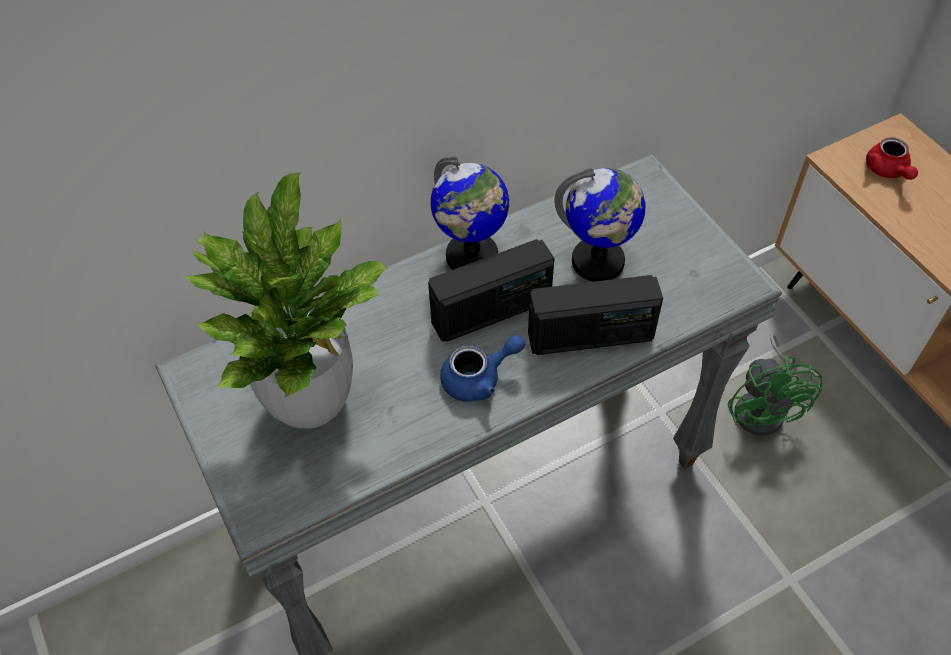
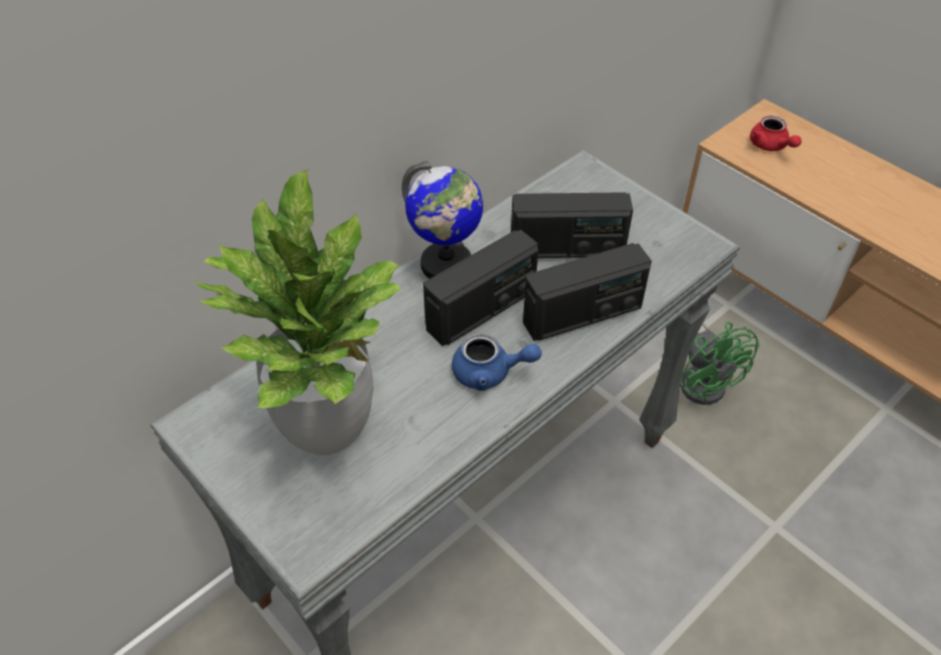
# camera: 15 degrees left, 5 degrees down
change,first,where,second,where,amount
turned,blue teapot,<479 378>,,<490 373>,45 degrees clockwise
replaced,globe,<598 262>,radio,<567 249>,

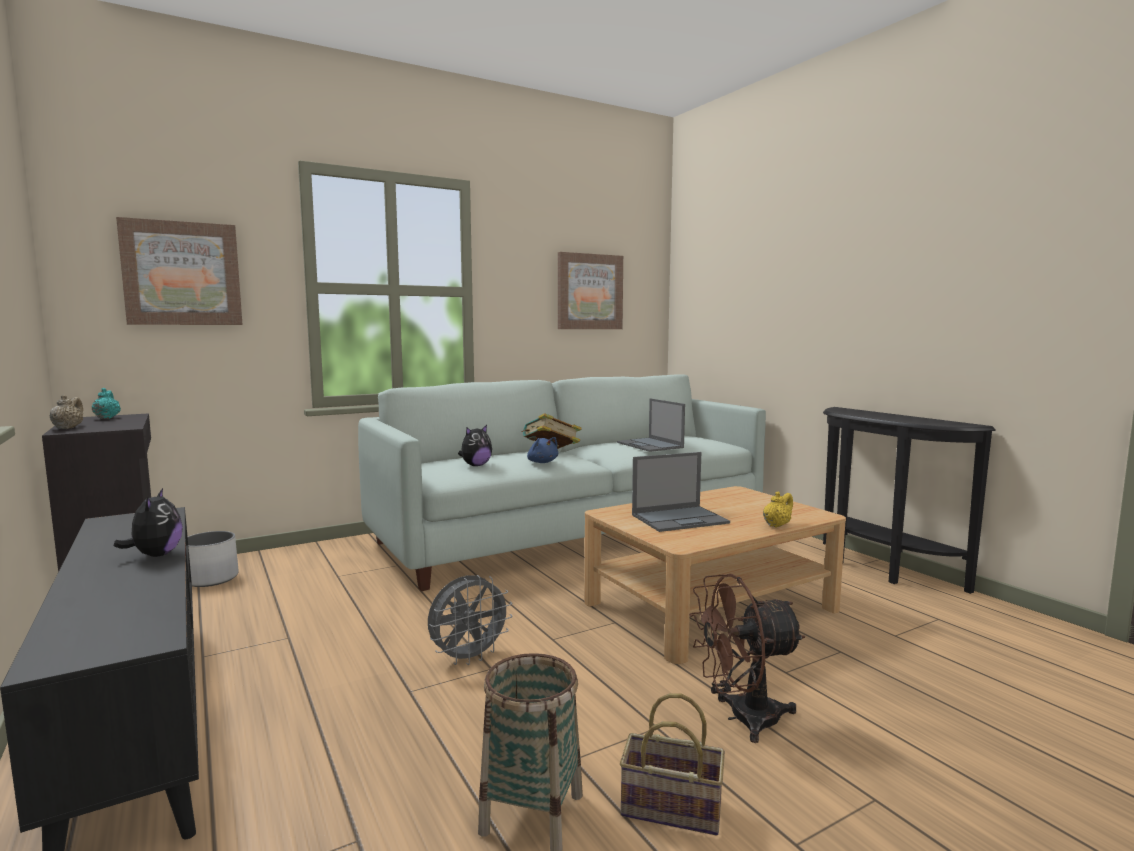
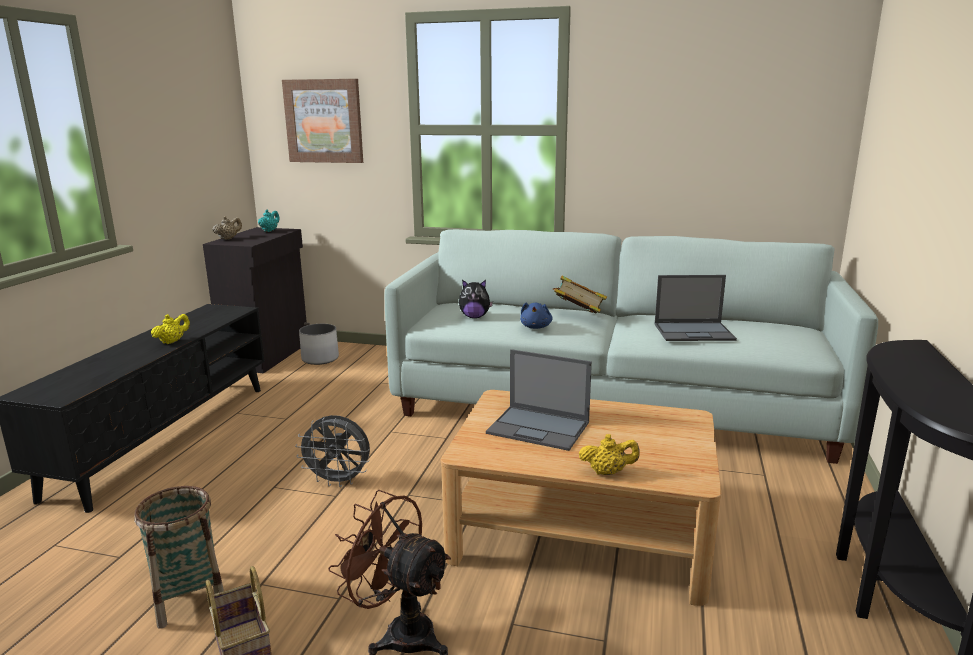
# camera: 45 degrees right, 10 degrees up
change,first,where,second,where,amount
replaced,plush toy,<156 555>,yellow teapot,<172 341>,
removed,picture,<589 292>,,,
turned,laptop,<650 445>,,<694 332>,105 degrees counterclockwise

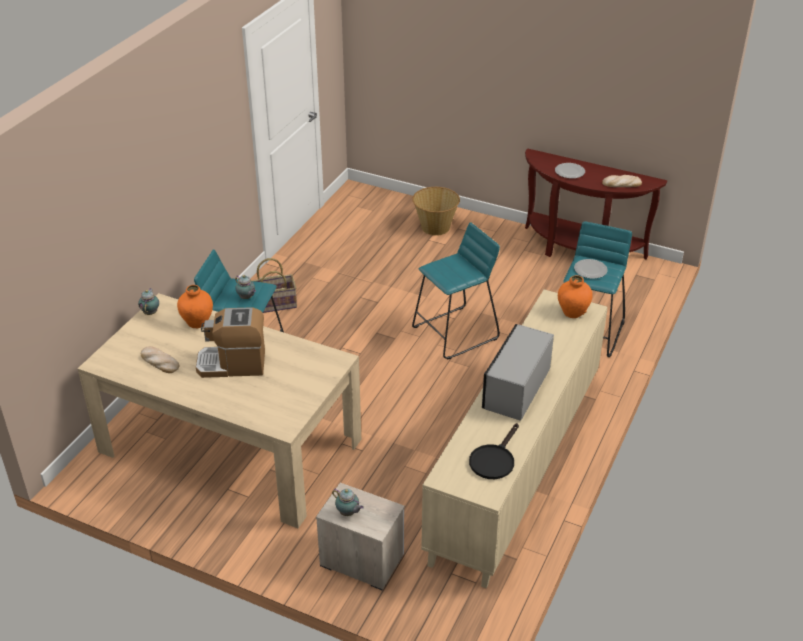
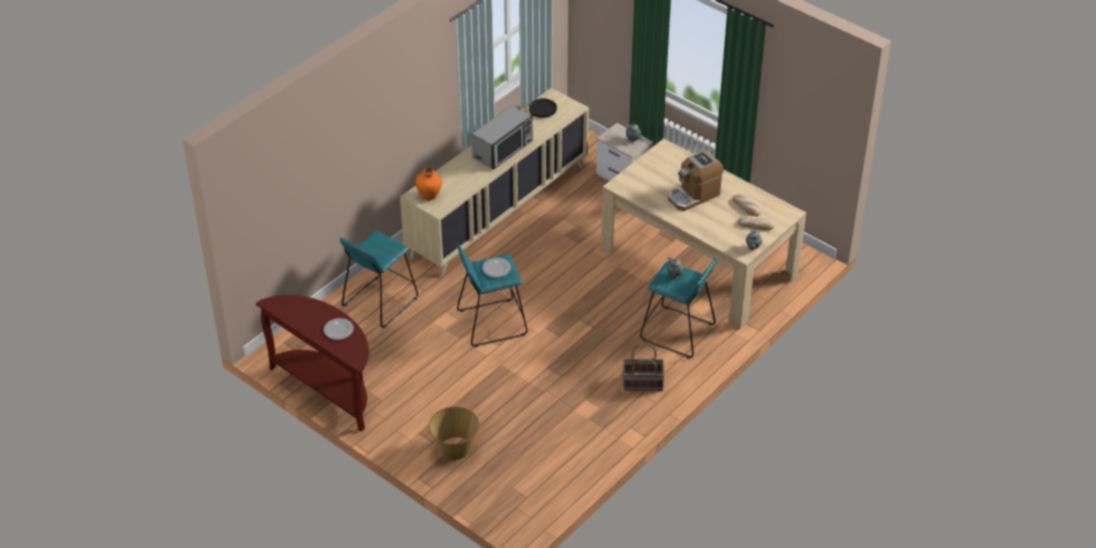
# camera: 165 degrees left, 5 degrees up
change,first,where,second,where,amount
removed,orange vase,<197 323>,,,
turned,coffee machine,<233 364>,,<693 195>,135 degrees clockwise
moved,plate,<590 270>,,<497 268>,
moved,bread,<621 184>,,<755 224>,

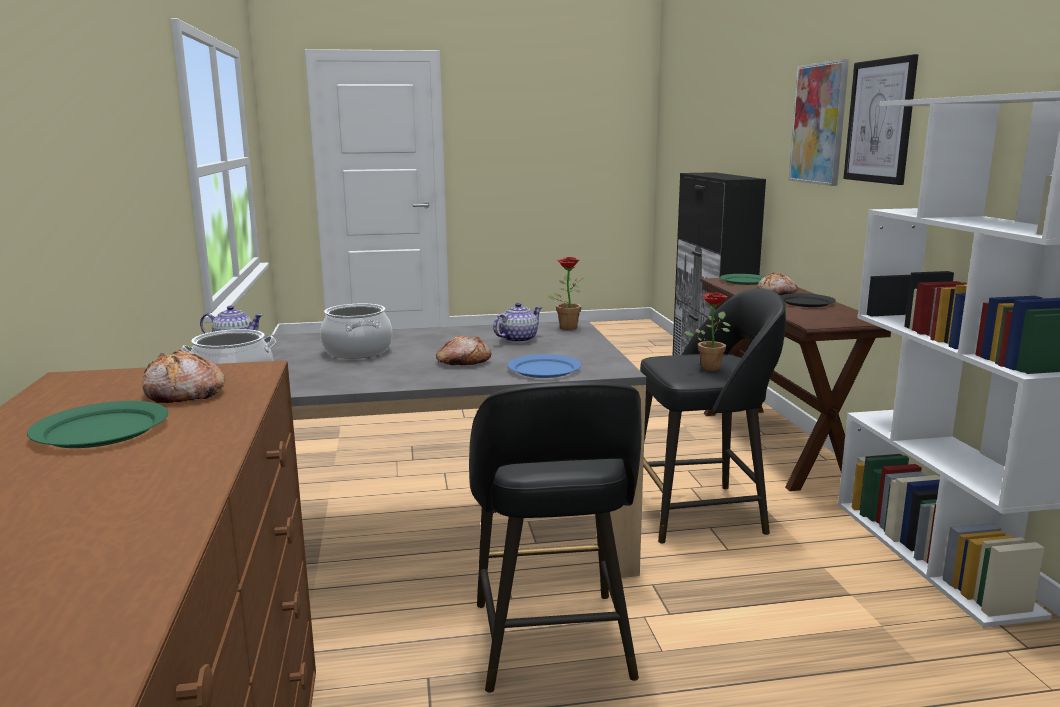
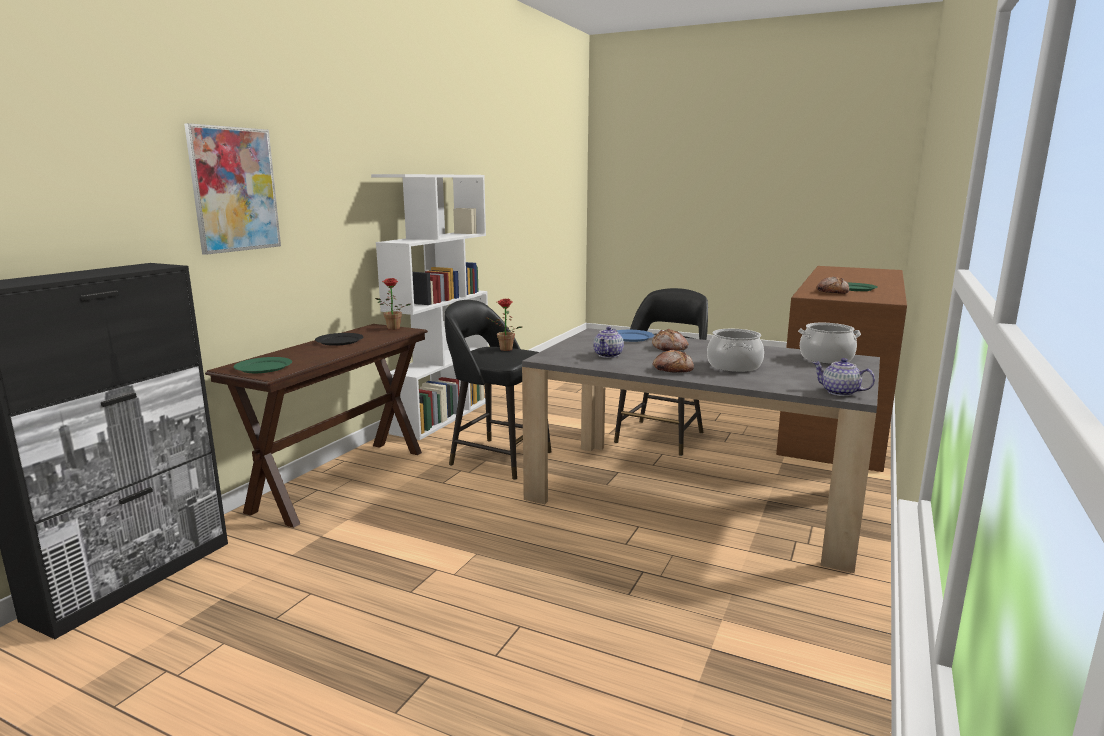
# camera: 145 degrees left, 0 degrees up
change,first,where,second,where,amount
turned,teapot,<517 339>,,<608 355>,60 degrees counterclockwise
moved,potted plant,<566 327>,,<392 329>,
moved,bread,<777 292>,,<672 370>,
removed,picture,<880 121>,,,

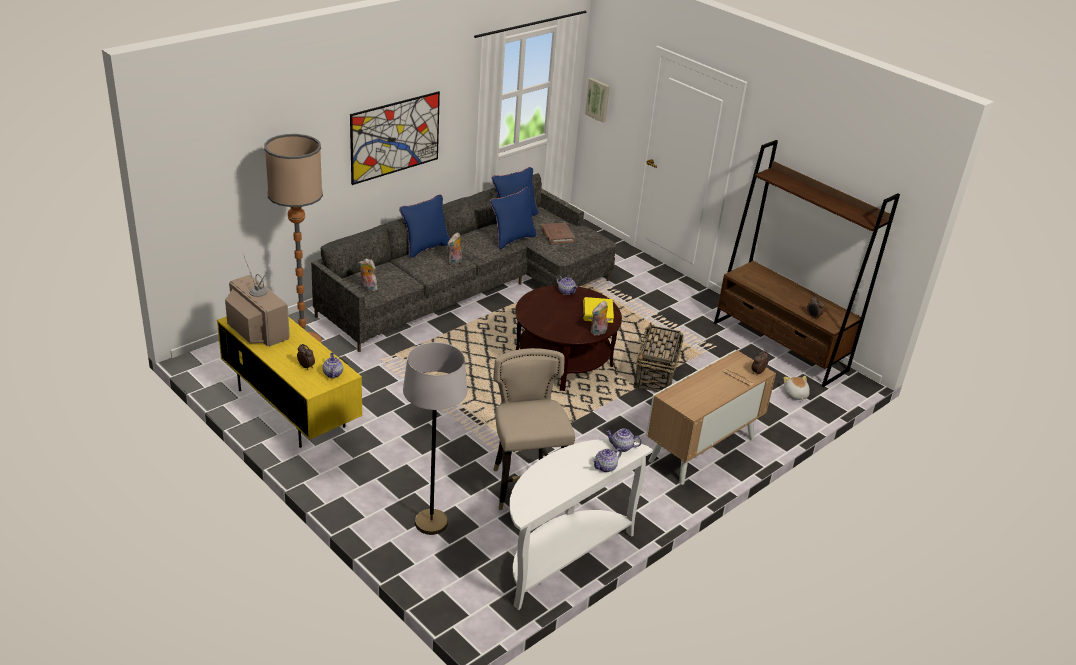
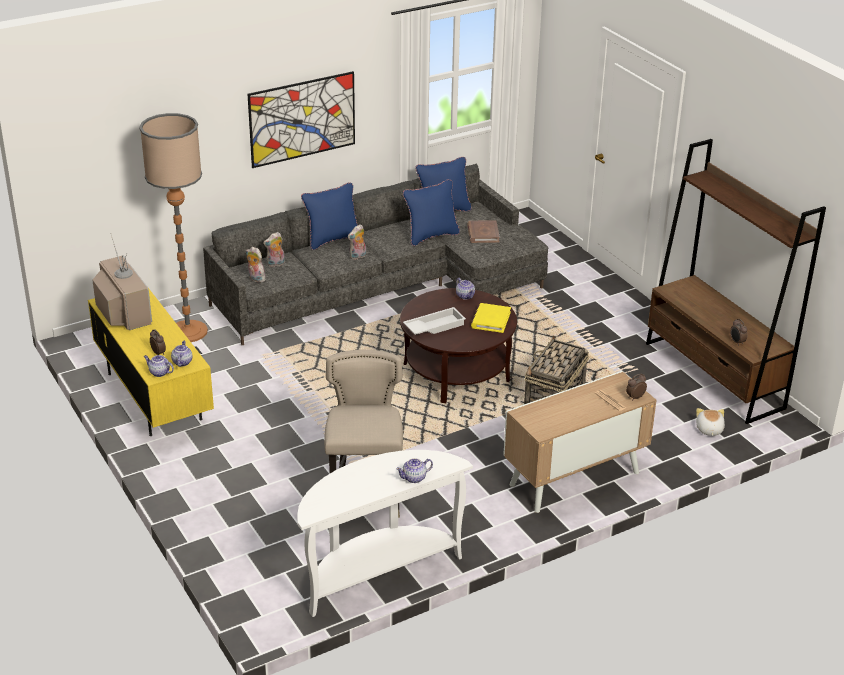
# camera: 15 degrees right, 0 degrees up
change,first,where,second,where,amount
removed,grey floor lamp,<431 523>,,,
removed,picture,<598 99>,,,
moved,plush toy,<598 332>,,<276 264>,
moved,teapot,<621 447>,,<159 373>,
added,,,white tray,<434 326>,

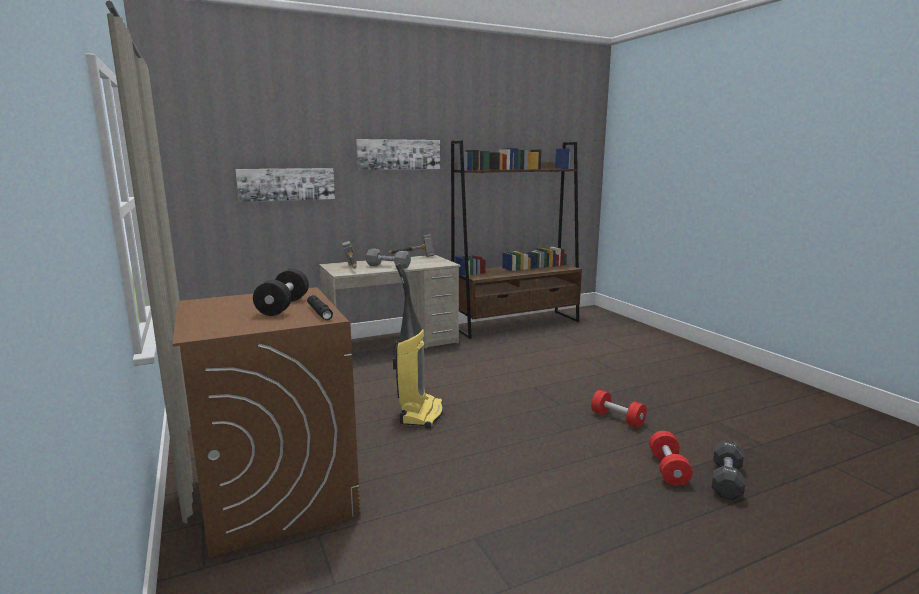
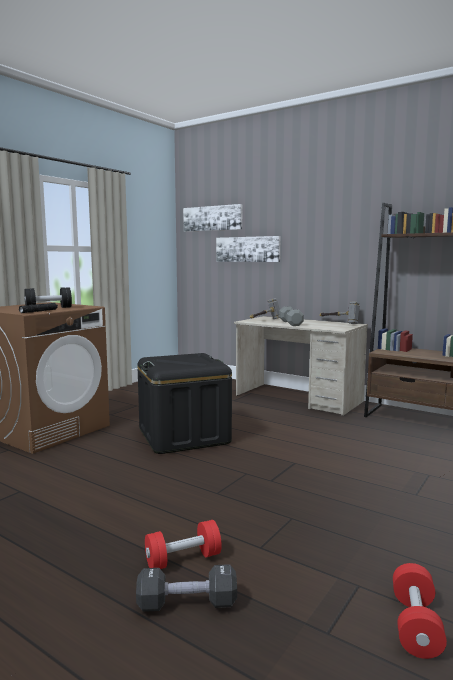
# camera: 60 degrees right, 5 degrees down
change,first,where,second,where,amount
moved,picture,<398 154>,,<212 218>,
replaced,vacuum cleaner,<420 414>,black storage box,<184 436>,
moved,red dumbbell,<617 418>,,<415 625>,

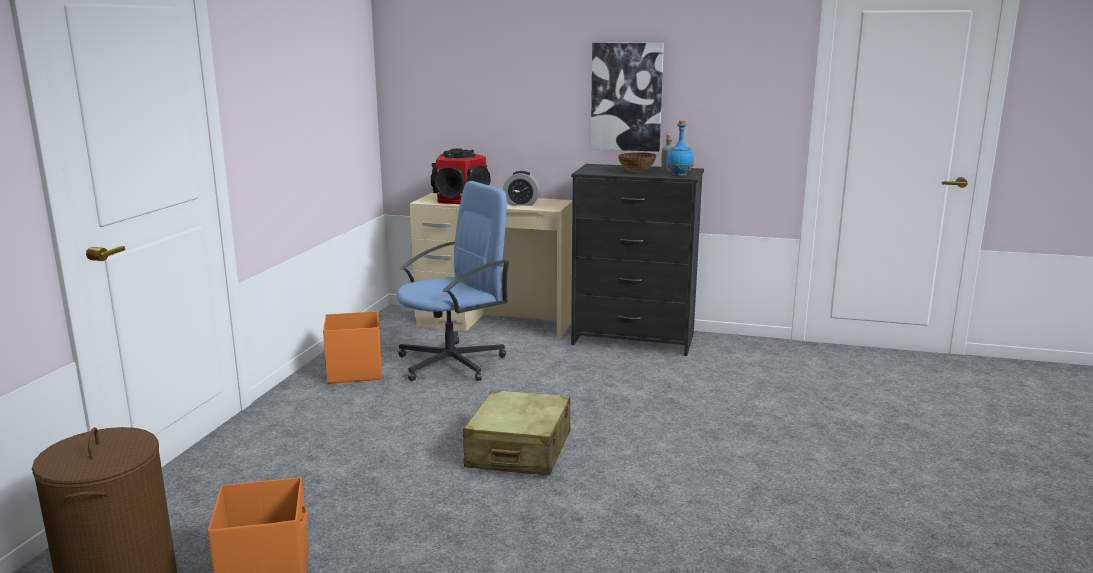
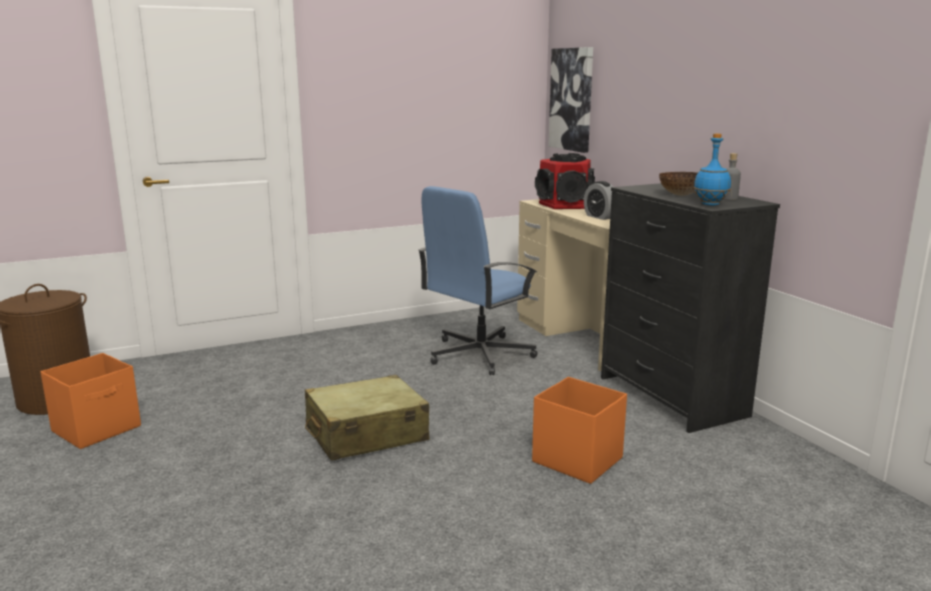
# camera: 50 degrees right, 0 degrees up
change,first,where,second,where,amount
moved,orange storage box,<354 372>,,<576 459>,
turned,blue office chair,<453 362>,,<479 354>,120 degrees clockwise
moved,picture,<626 97>,,<572 99>,

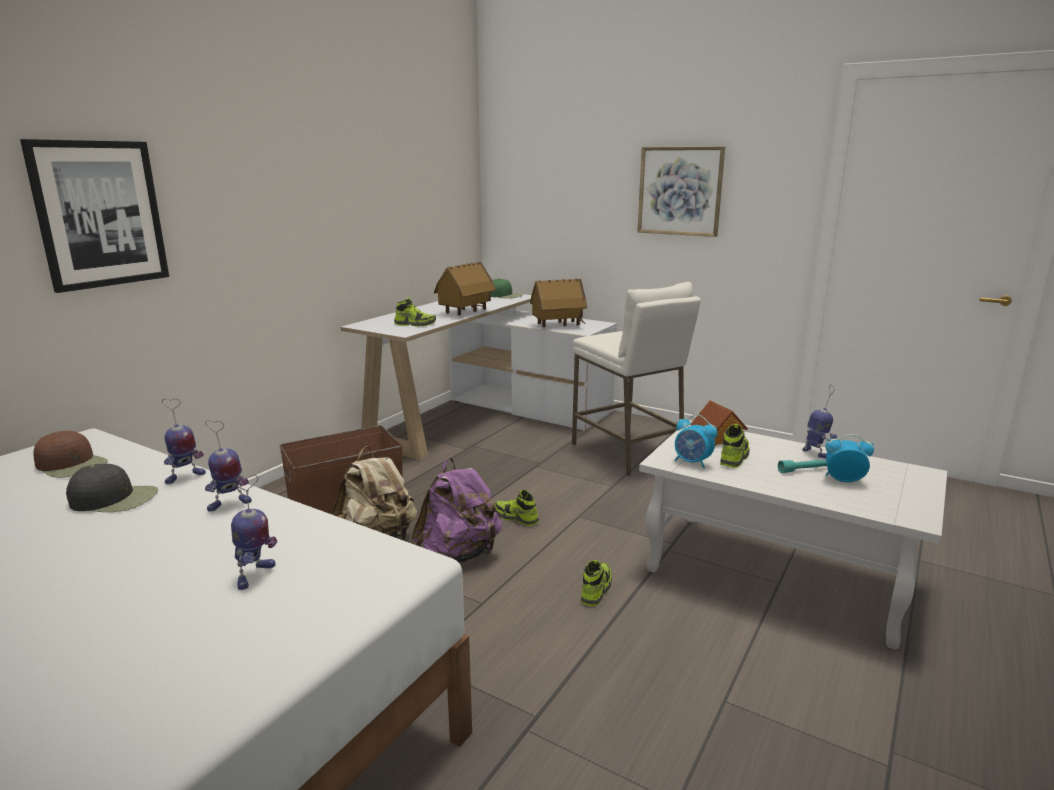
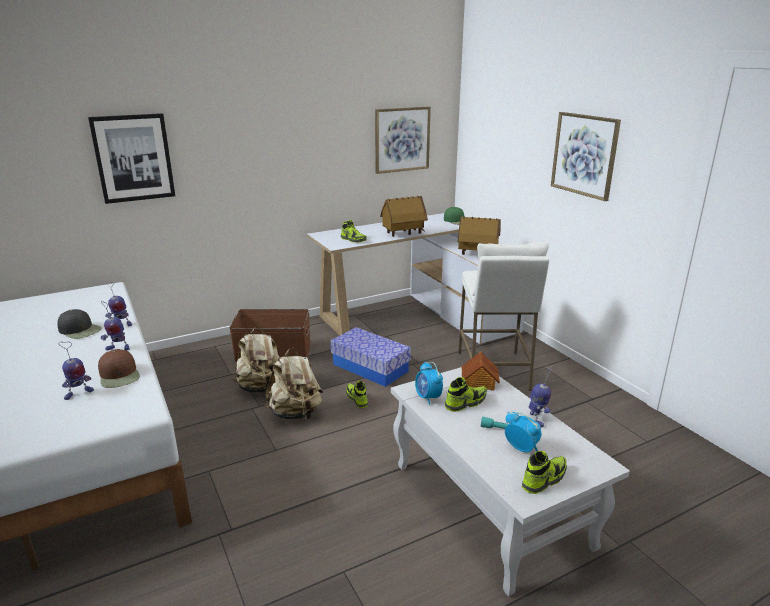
# camera: 30 degrees right, 5 degrees up
change,first,where,second,where,amount
moved,brown cap,<72 464>,,<119 375>,
recoloured,purple backpack,<459 555>,beige backpack,<296 413>,
moved,shoe,<596 590>,,<544 479>,
added,,,storage box,<370 367>,
added,,,picture,<402 139>,

